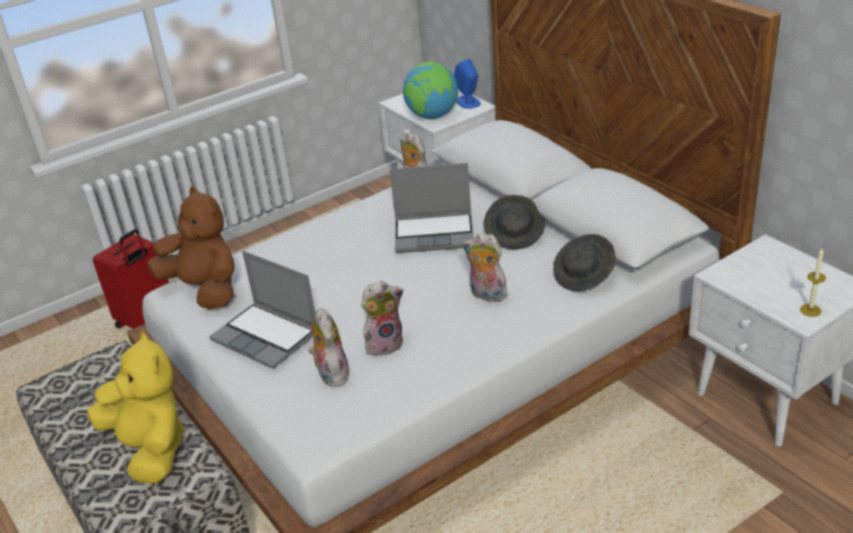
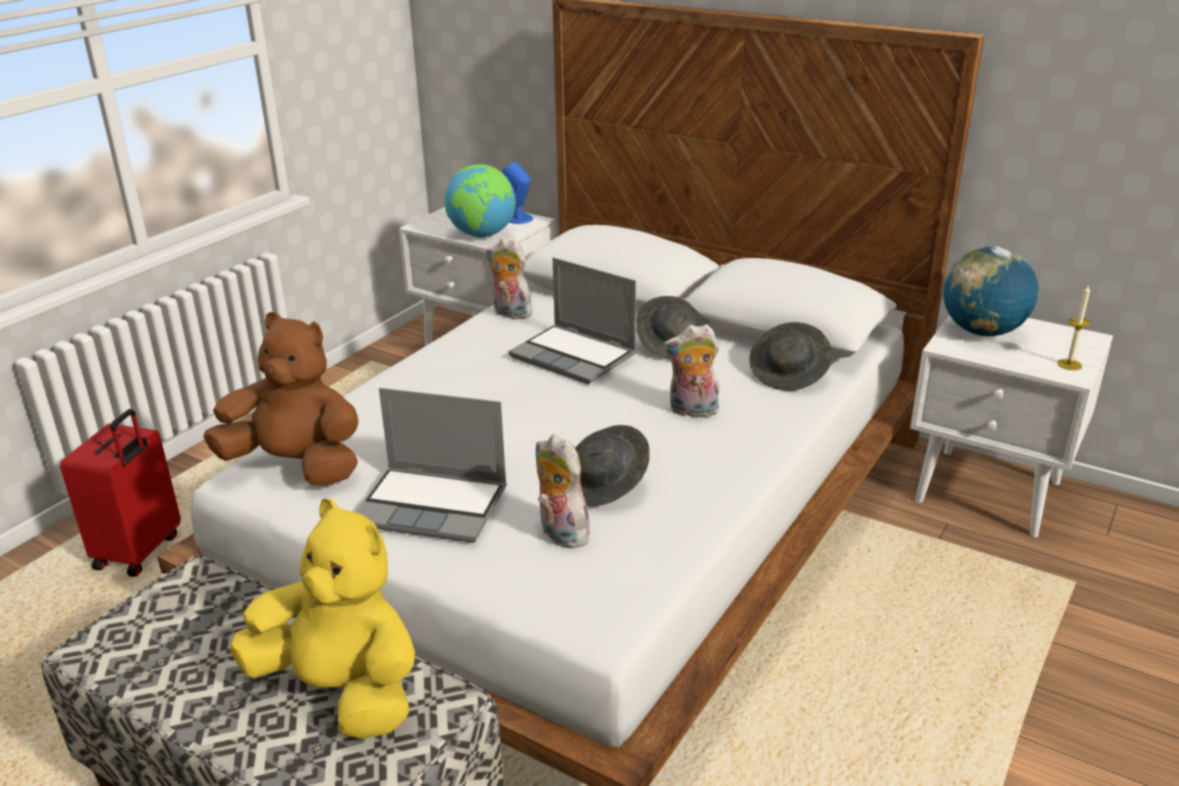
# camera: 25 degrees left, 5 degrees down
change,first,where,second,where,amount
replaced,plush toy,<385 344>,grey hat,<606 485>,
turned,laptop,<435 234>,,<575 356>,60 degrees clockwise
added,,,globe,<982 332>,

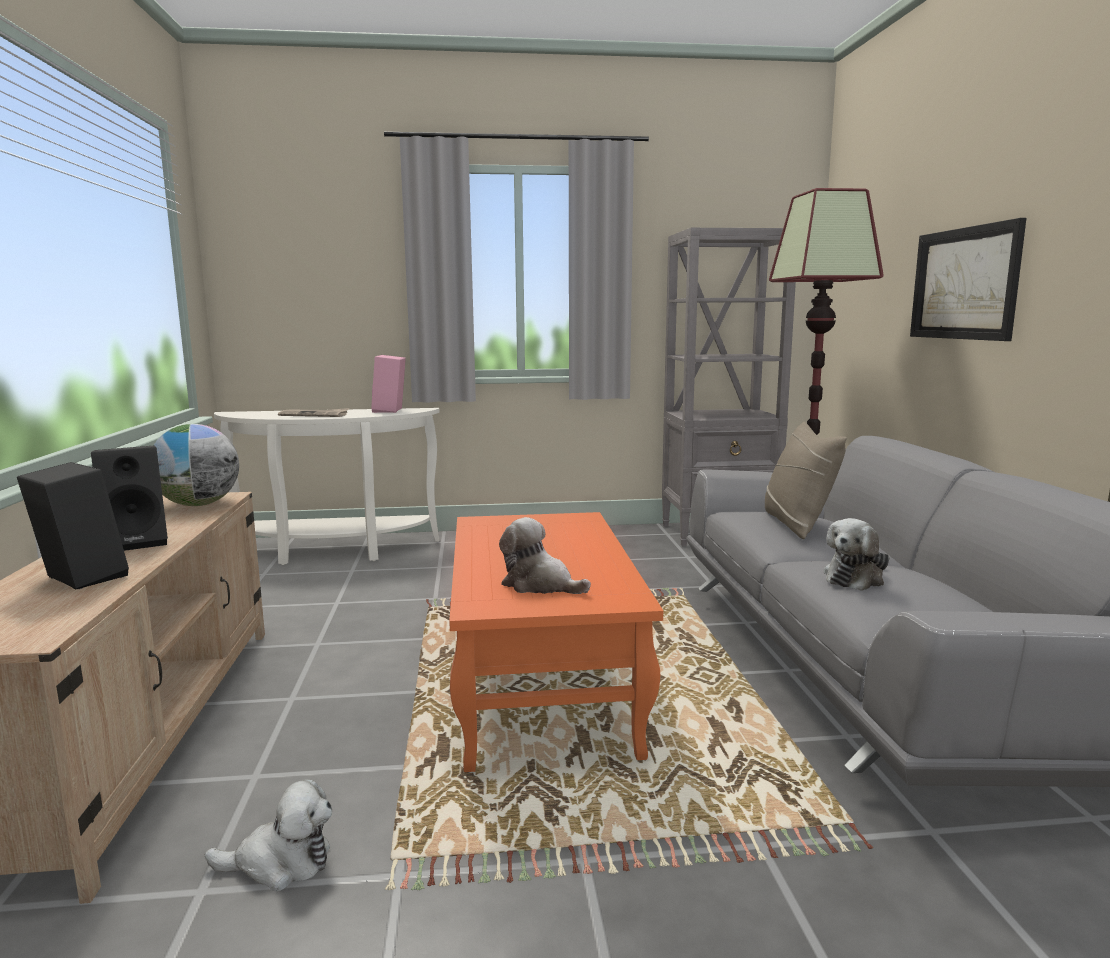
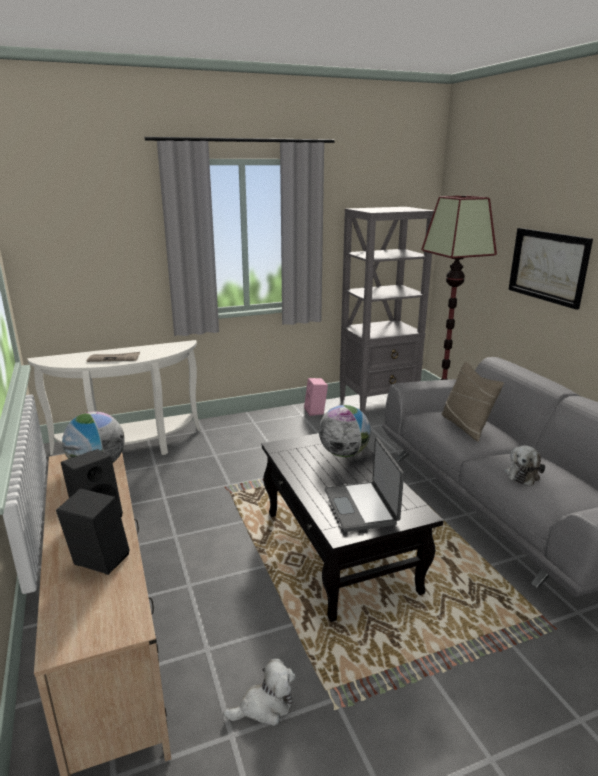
# camera: 15 degrees left, 10 degrees up
change,first,where,second,where,amount
moved,pink speaker,<390 411>,,<316 411>,
recoloured,orange coffee table,<542 689>,black coffee table,<340 551>,
replaced,plush toy,<540 585>,laptop,<362 507>,
added,,,globe,<343 453>,

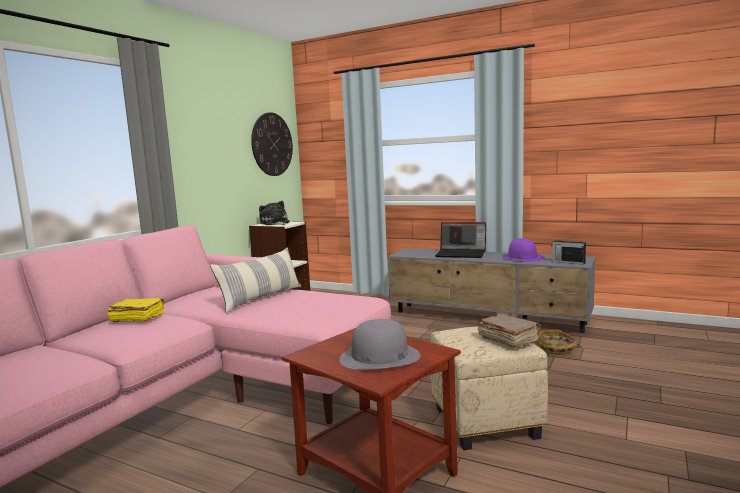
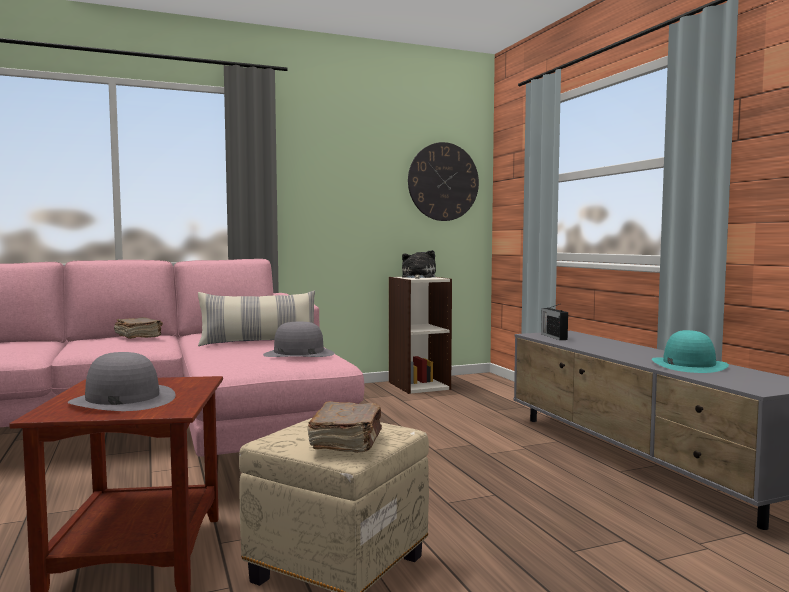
# camera: 40 degrees right, 5 degrees down
change,first,where,second,where,amount
recoloured,yellow book,<137 318>,brown book,<138 337>,
removed,laptop,<462 254>,,,
recoloured,purple hat,<522 258>,turquoise hat,<688 365>,
removed,basket,<556 349>,,,
moved,radio,<567 262>,,<553 336>,
added,,,grey hat,<298 354>,

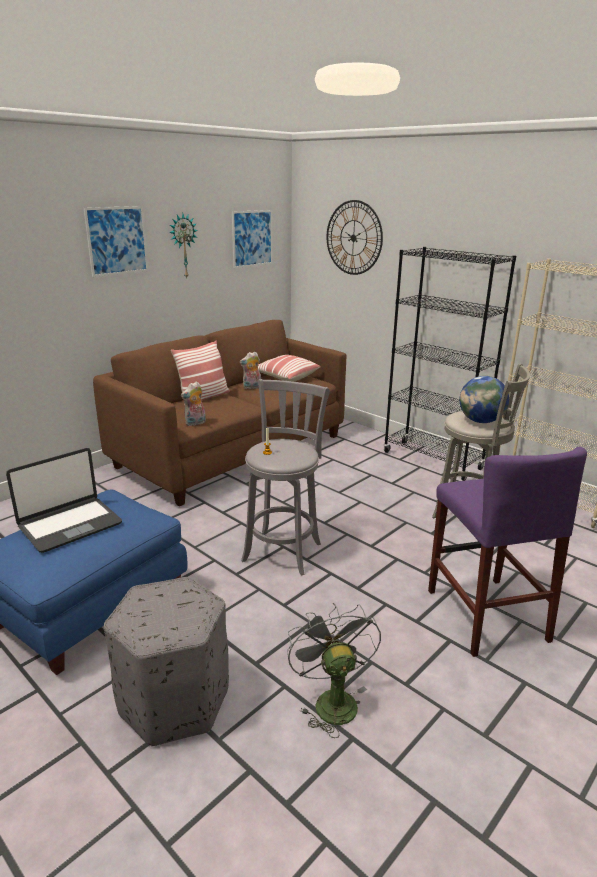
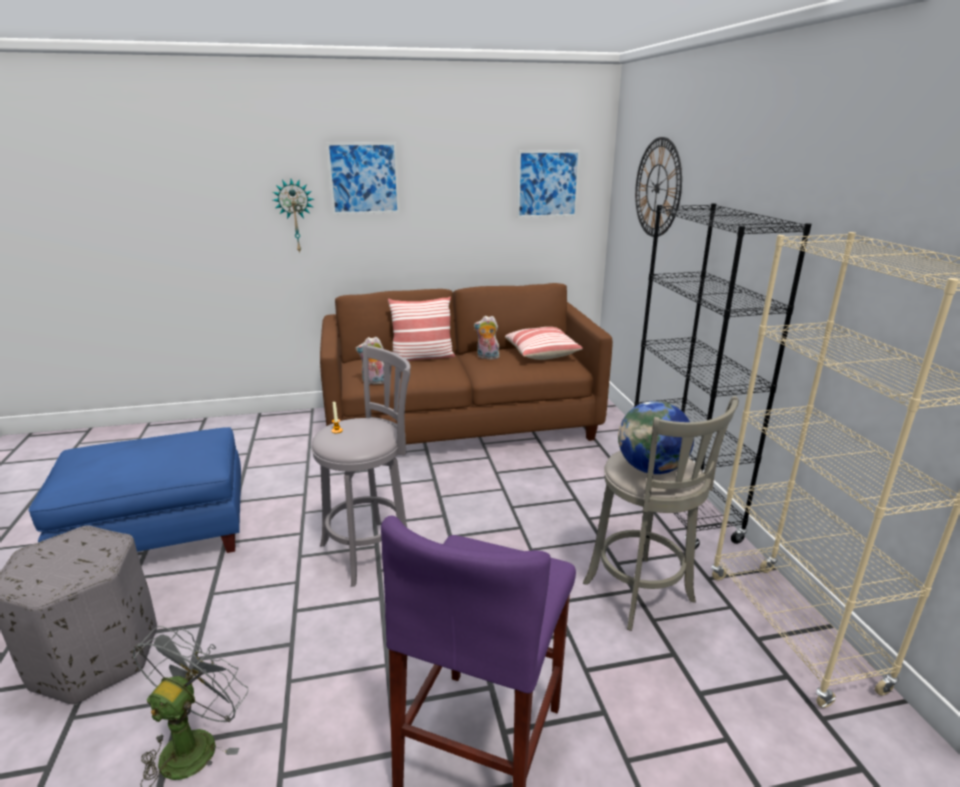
# camera: 35 degrees right, 0 degrees up
change,first,where,second,where,amount
removed,laptop,<69 525>,,,
moved,wall clock,<183 246>,,<295 216>,

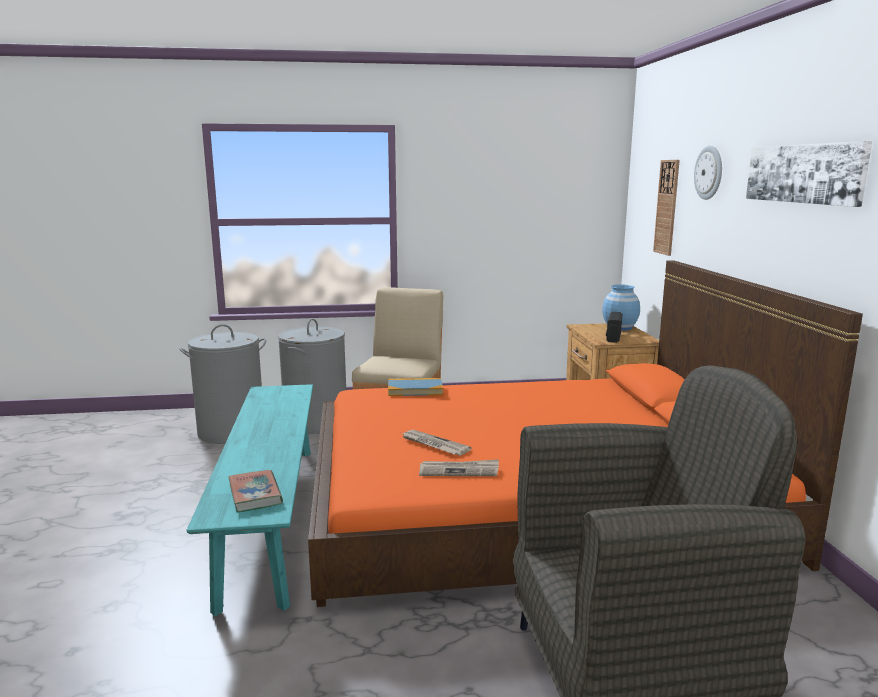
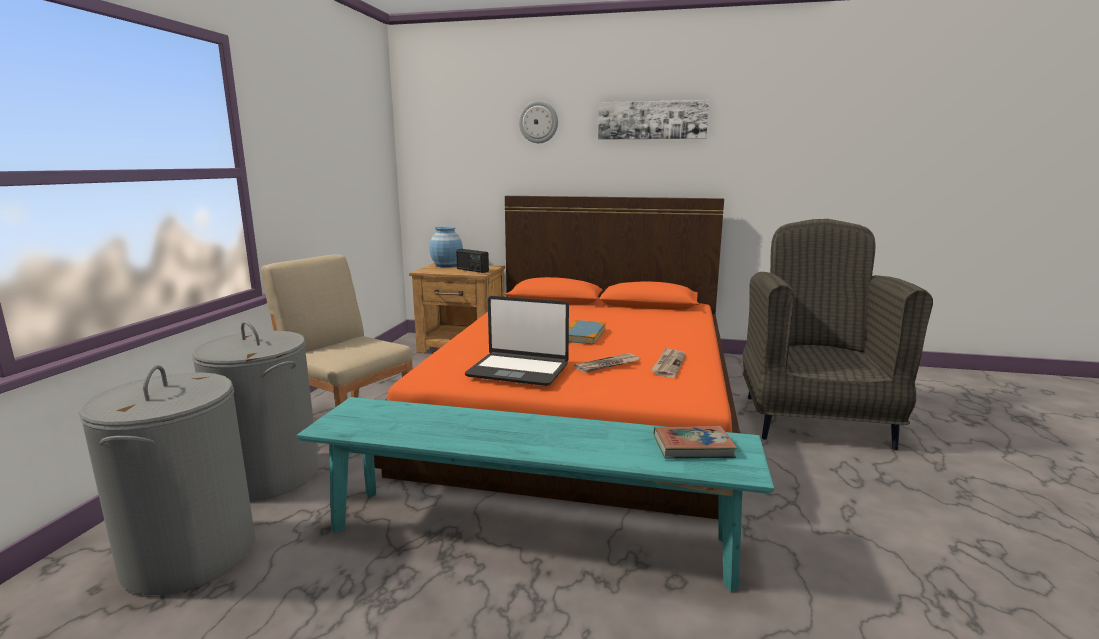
# camera: 70 degrees left, 0 degrees up
change,first,where,second,where,amount
moved,book,<415 389>,,<583 335>,
removed,wall clock,<667 207>,,,
added,,,laptop,<518 370>,

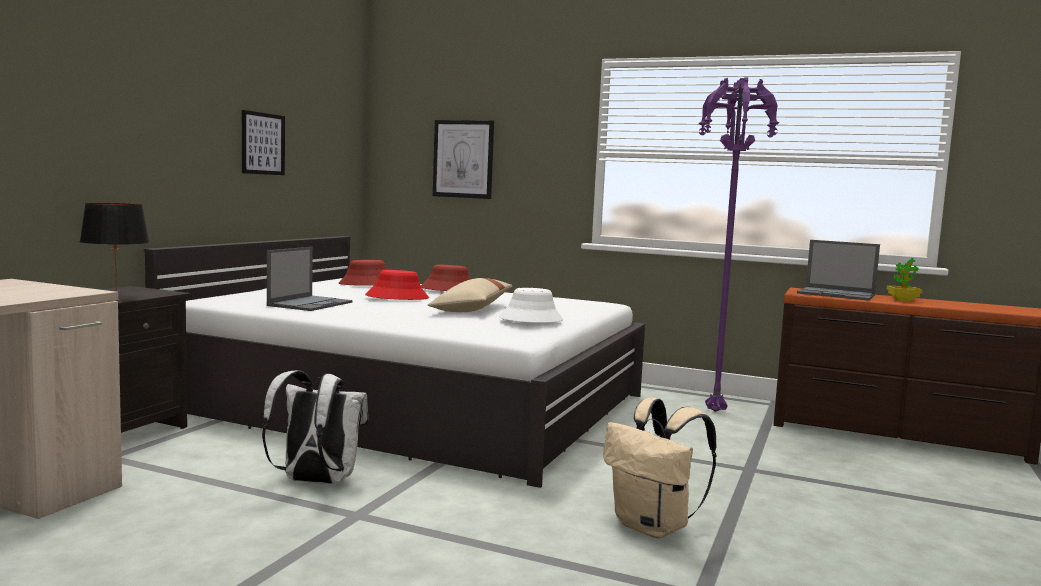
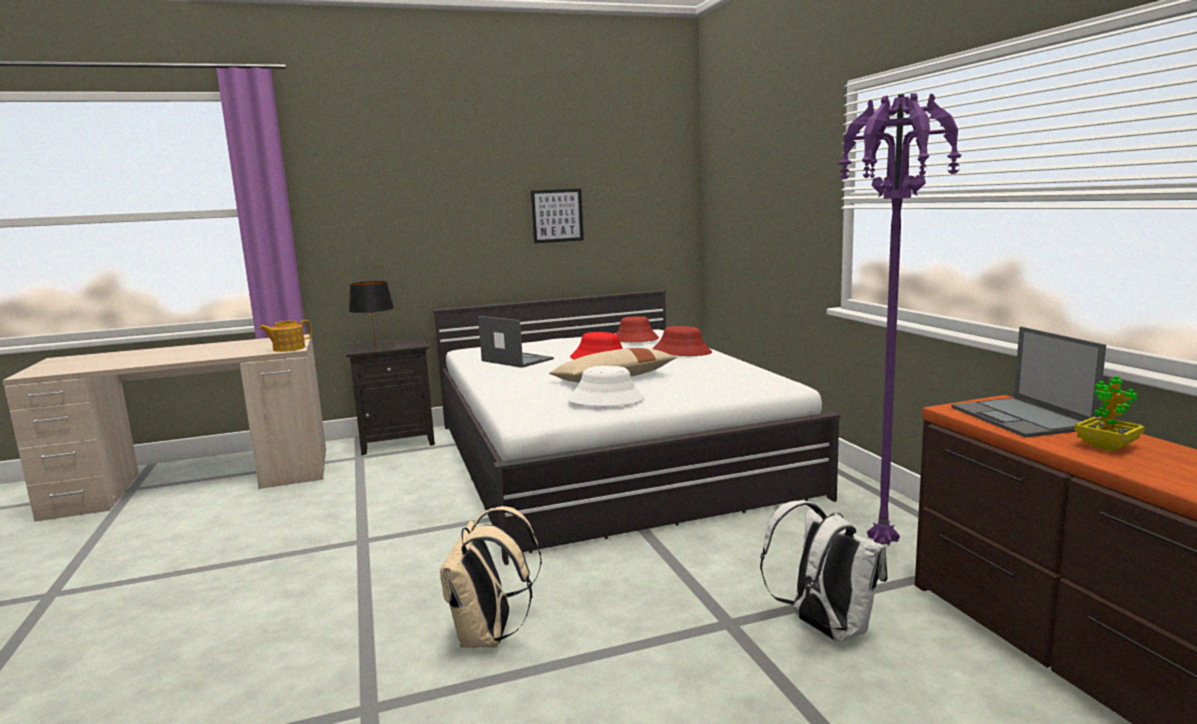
# camera: 50 degrees right, 5 degrees up
change,first,where,second,where,amount
moved,white backpack,<315 482>,,<824 628>,
turned,laptop,<310 304>,,<516 360>,120 degrees counterclockwise
removed,picture,<463 159>,,,
added,,,teapot,<288 348>,

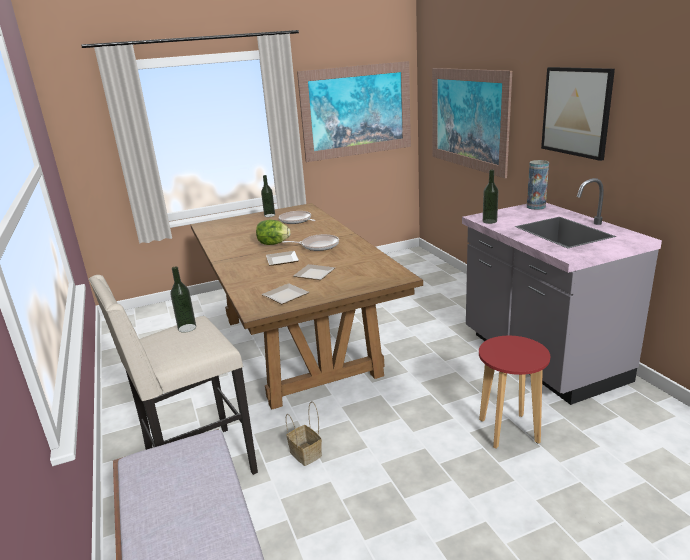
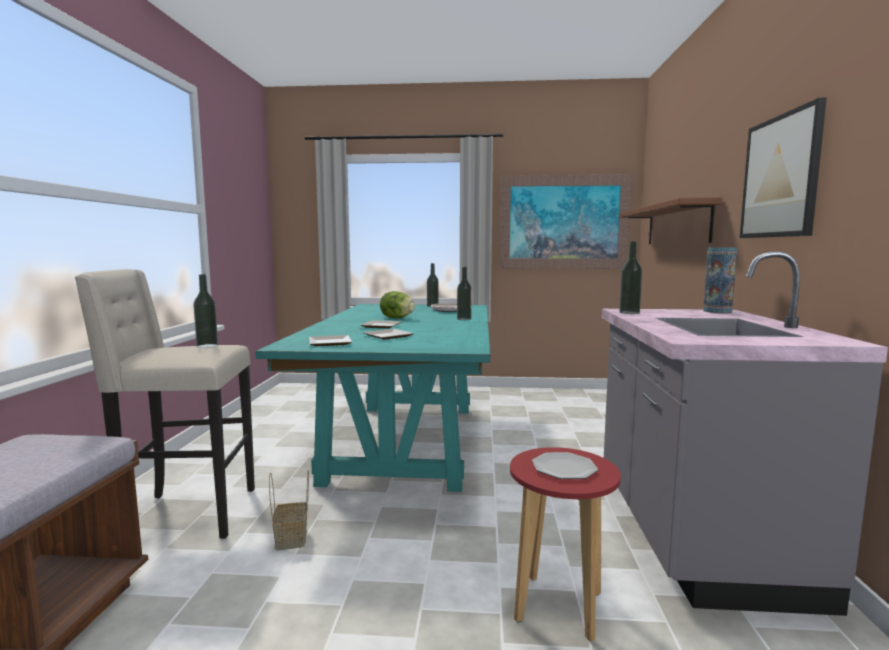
# camera: 25 degrees right, 15 degrees down
change,first,where,second,where,amount
recoloured,brown dining table,<297 345>,turquoise dining table,<405 441>,
removed,frying pan,<318 246>,,,
replaced,picture,<468 119>,brown shelf,<677 225>,
added,,,bottle,<464 319>,
added,,,plate,<564 468>,

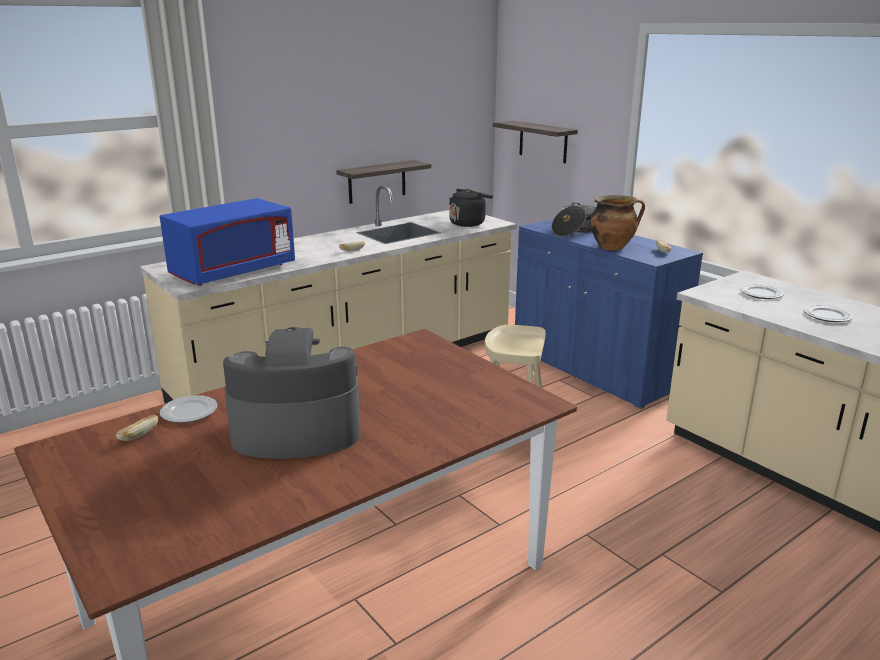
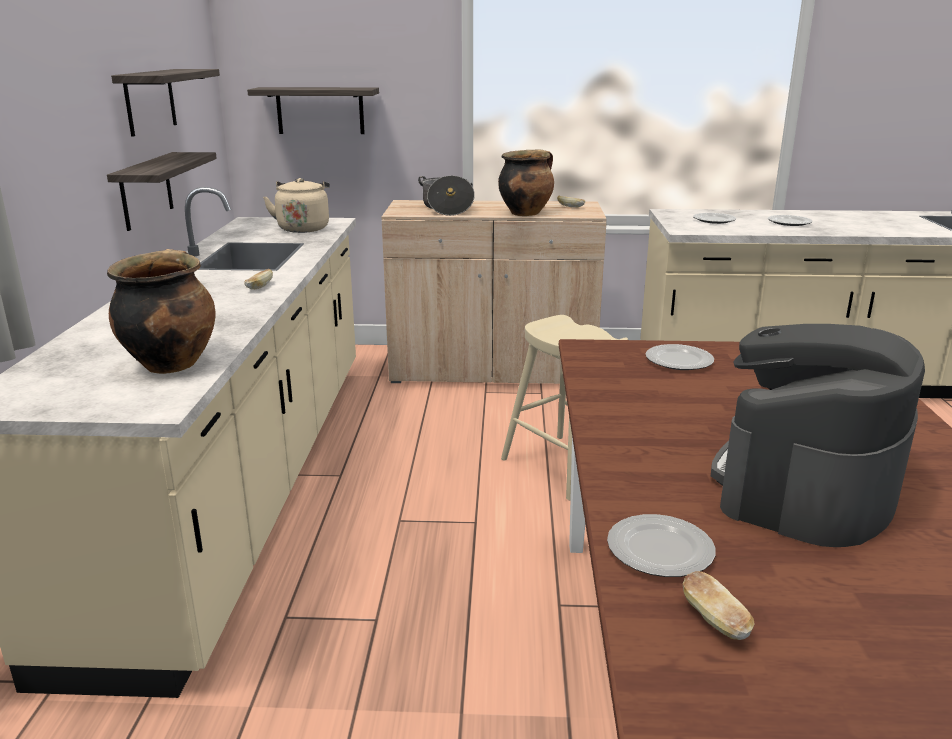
# camera: 50 degrees left, 0 degrees up
change,first,where,second,where,amount
replaced,blue microwave,<233 272>,cooking pot,<171 363>,
recoloured,black kettle,<468 223>,beige kettle,<303 228>,
recoloured,blue cabinet,<593 369>,beige cabinet,<492 370>,
added,,,shelf,<150 101>,
added,,,plate,<678 361>,

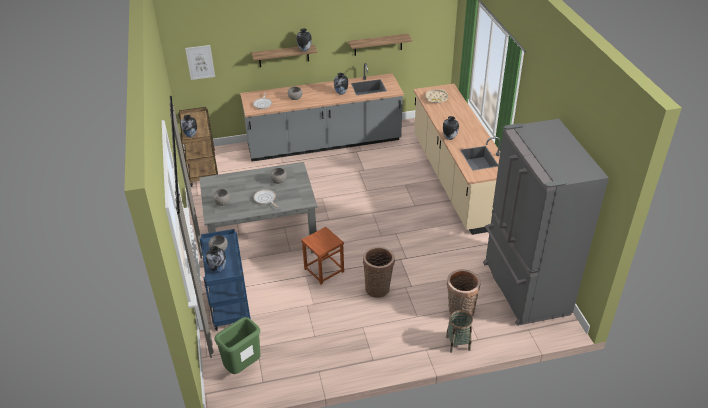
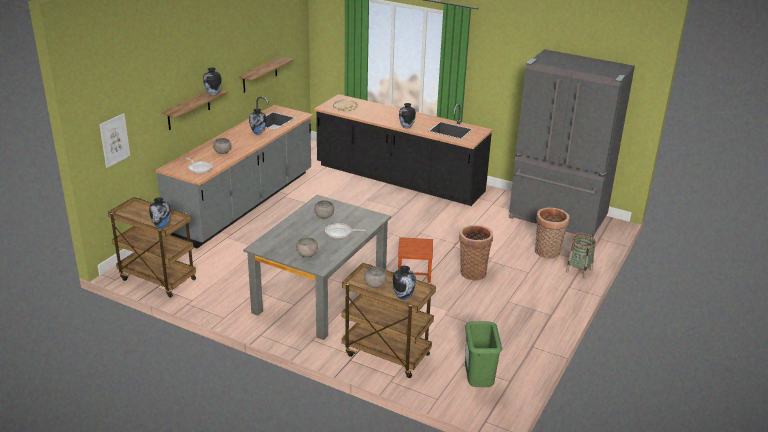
# camera: 50 degrees left, 10 degrees down
change,first,where,second,where,amount
recoloured,blue cart,<229 305>,brown cart,<385 355>,
recoloured,beige counter,<455 180>,black counter,<399 179>,

